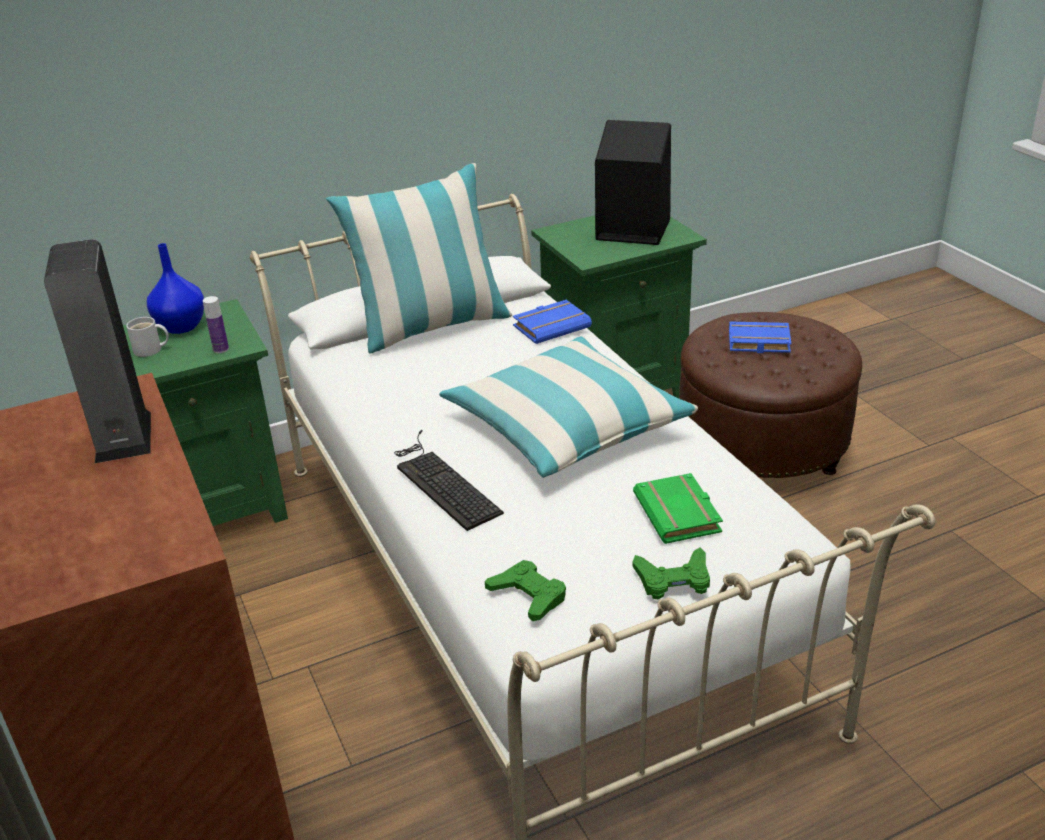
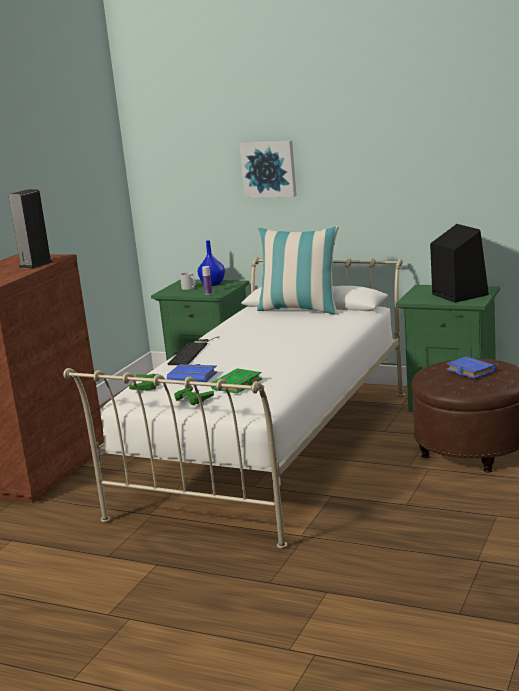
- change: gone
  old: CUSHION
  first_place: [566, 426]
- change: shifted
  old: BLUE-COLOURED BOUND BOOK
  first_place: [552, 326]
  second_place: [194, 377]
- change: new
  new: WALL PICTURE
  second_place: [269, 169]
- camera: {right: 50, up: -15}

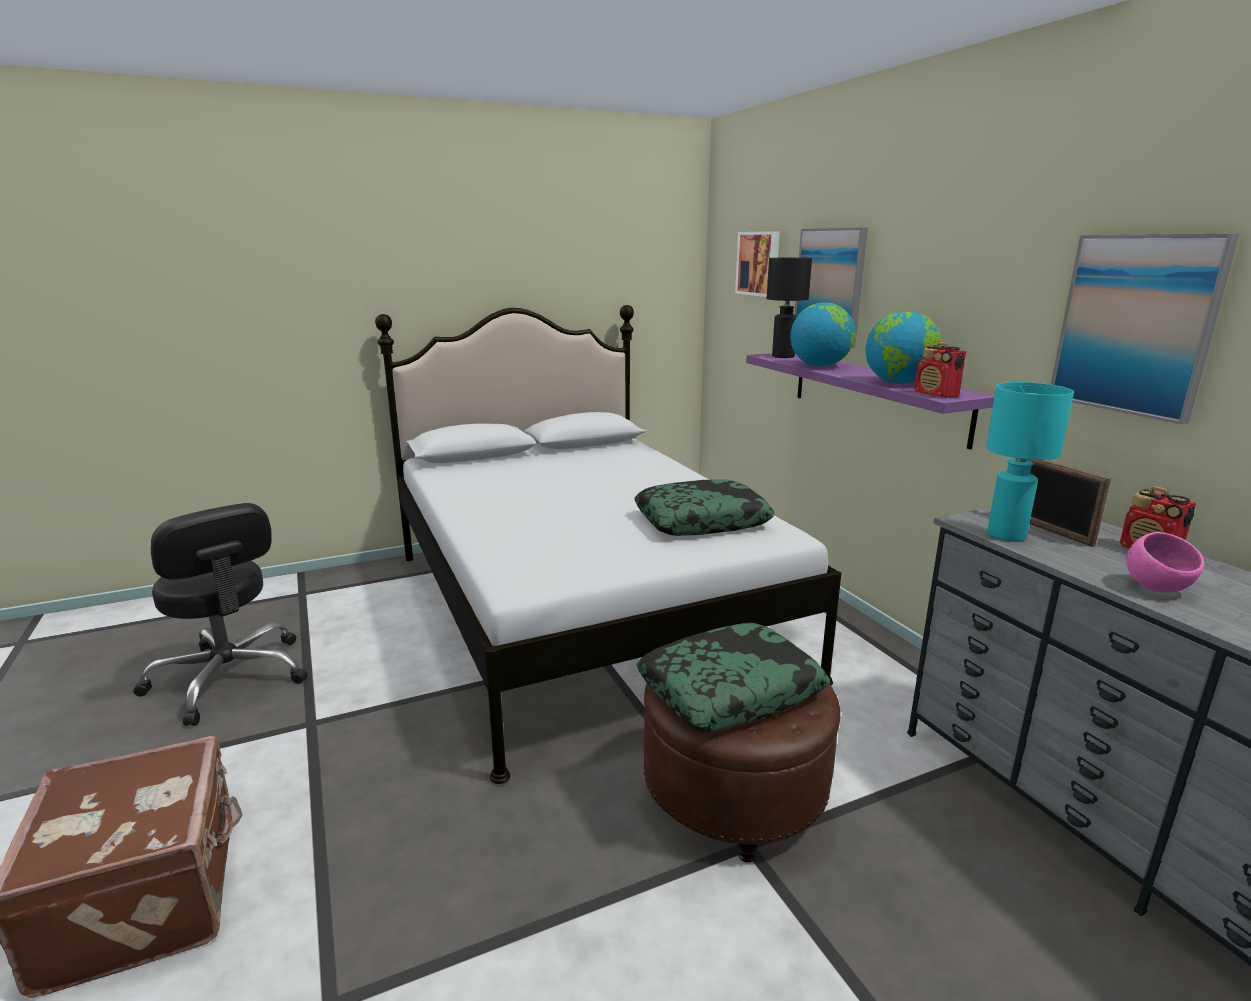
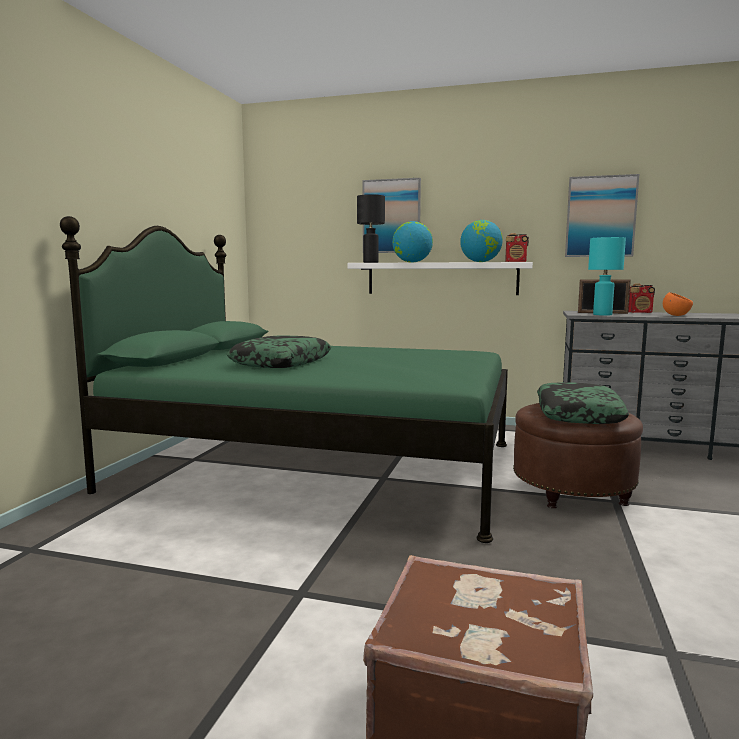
- change: gone
  old: BLACK DESK CHAIR
  first_place: [231, 681]
- change: repainted
  old: WHITE-COLOURED SLEEPING BED
  new: GREENISH SLEEPING BED
  first_place: [583, 611]
  second_place: [319, 466]
- change: shifted
  old: CUSHION
  first_place: [701, 520]
  second_place: [281, 363]
- change: gone
  old: WALL PICTURE
  first_place: [759, 263]
- change: repainted
  old: PURPLE-COLOURED BRACKET SHELF
  new: WHITE-COLOURED BRACKET SHELF
  first_place: [875, 395]
  second_place: [441, 278]
- change: repainted
  old: PINK DEEP DISH
  new: ORANGE DEEP DISH
  first_place: [1156, 588]
  second_place: [676, 315]
- camera: {right: -50, up: -10}

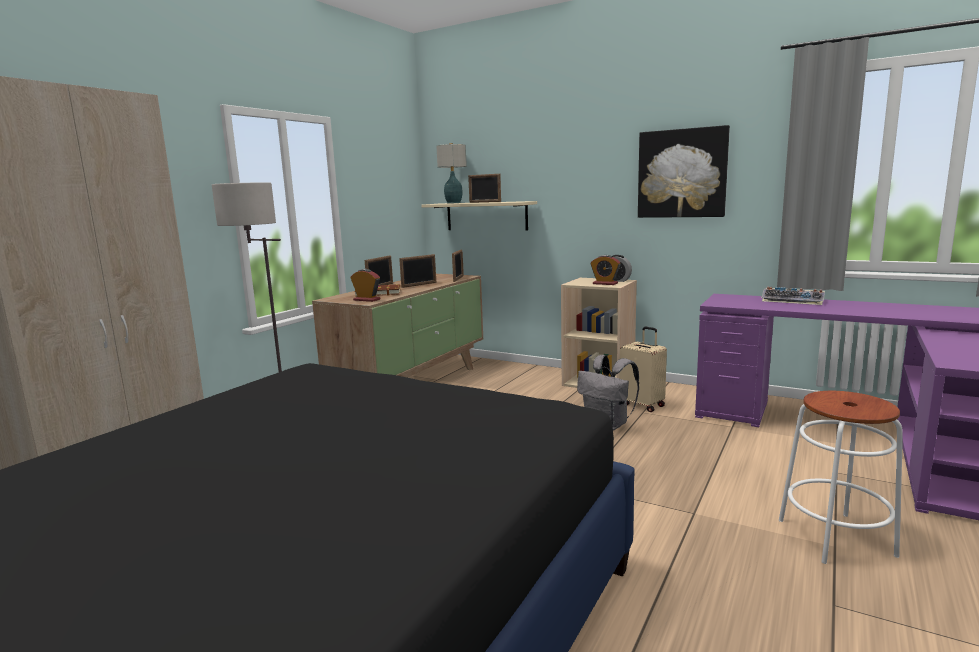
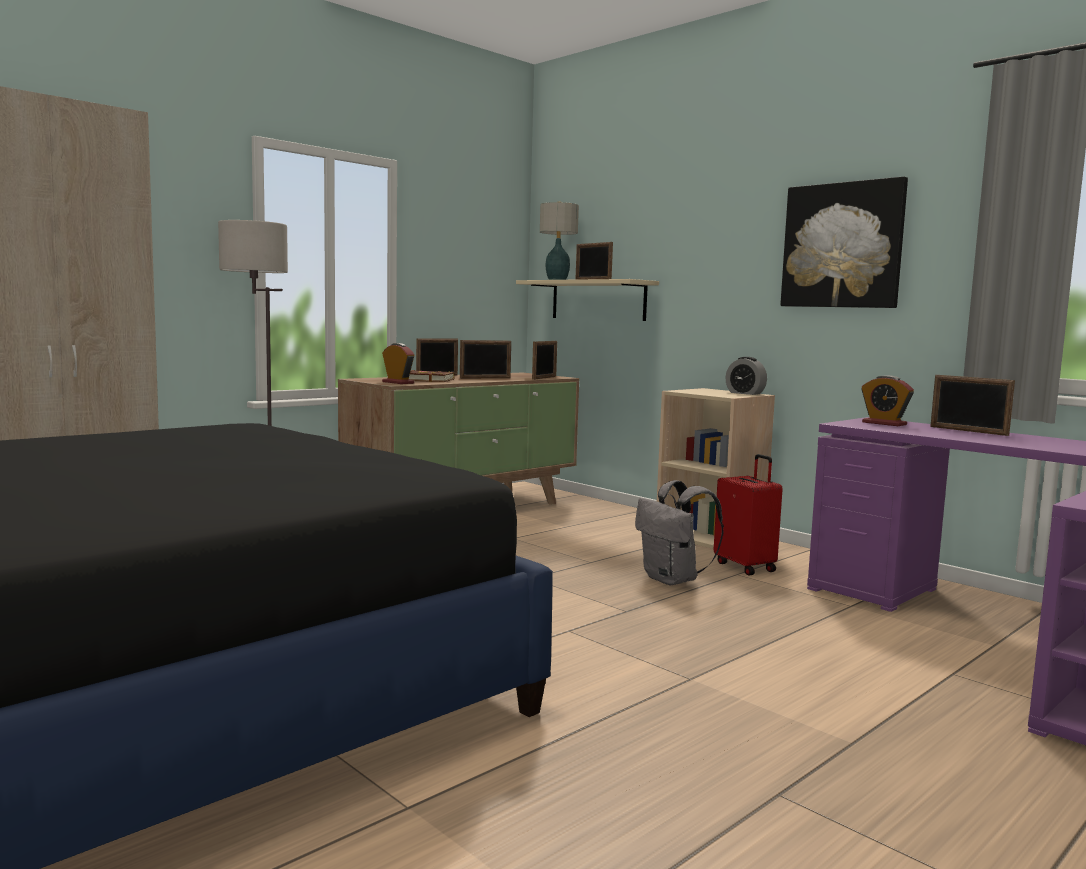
- change: shifted
  old: BEDSIDE CLOCK
  first_place: [605, 283]
  second_place: [884, 423]
- change: repainted
  old: BEIGE-COLOURED PIECE OF LUGGAGE
  new: RED-COLOURED PIECE OF LUGGAGE
  first_place: [643, 405]
  second_place: [746, 567]
- change: swapped
  old: COMPUTER KEYBOARD
  new: STANDING FRAME
  first_place: [793, 301]
  second_place: [968, 431]
- change: gone
  old: WHITE-COLOURED STOOL
  first_place: [835, 537]
- camera: {right: 15, up: -5}

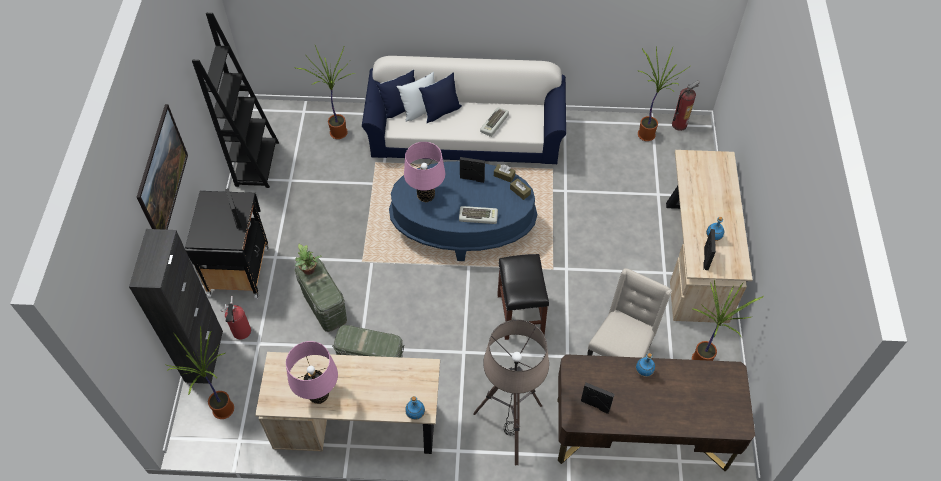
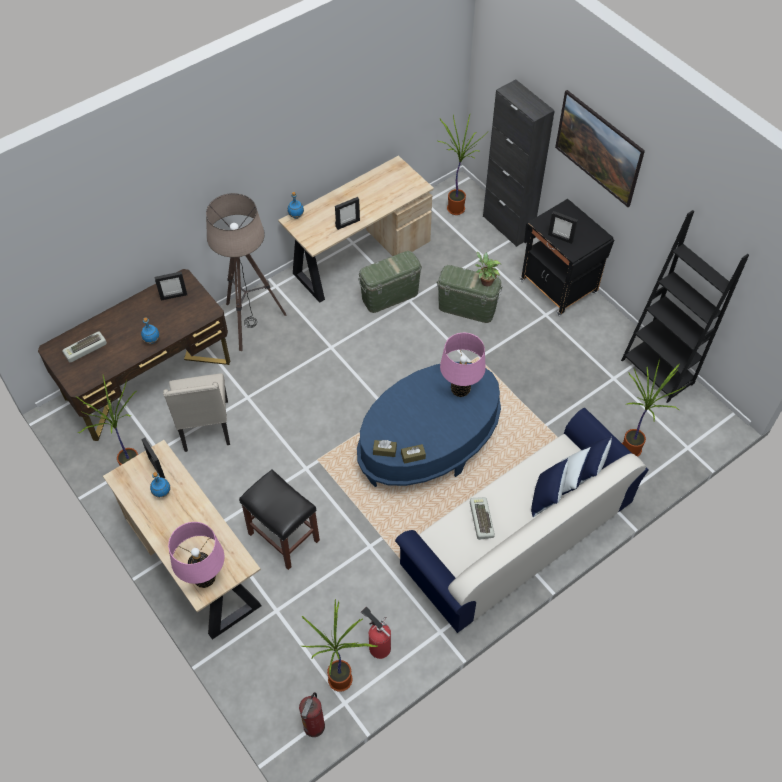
- change: shifted
  old: FIRE-FIGHTING CYLINDER
  first_place: [241, 333]
  second_place: [378, 646]
- change: shifted
  old: PINK LAMP FOR A TABLE
  first_place: [318, 394]
  second_place: [204, 578]
- change: shifted
  old: COMPUTER KEYBOARD
  first_place: [478, 216]
  second_place: [85, 349]
- change: shifted
  old: STANDING FRAME
  first_place: [472, 179]
  second_place: [347, 223]
- change: shifted
  old: BLACK STOOL
  first_place: [520, 314]
  second_place: [285, 537]
- camera: {right: 140, up: 0}

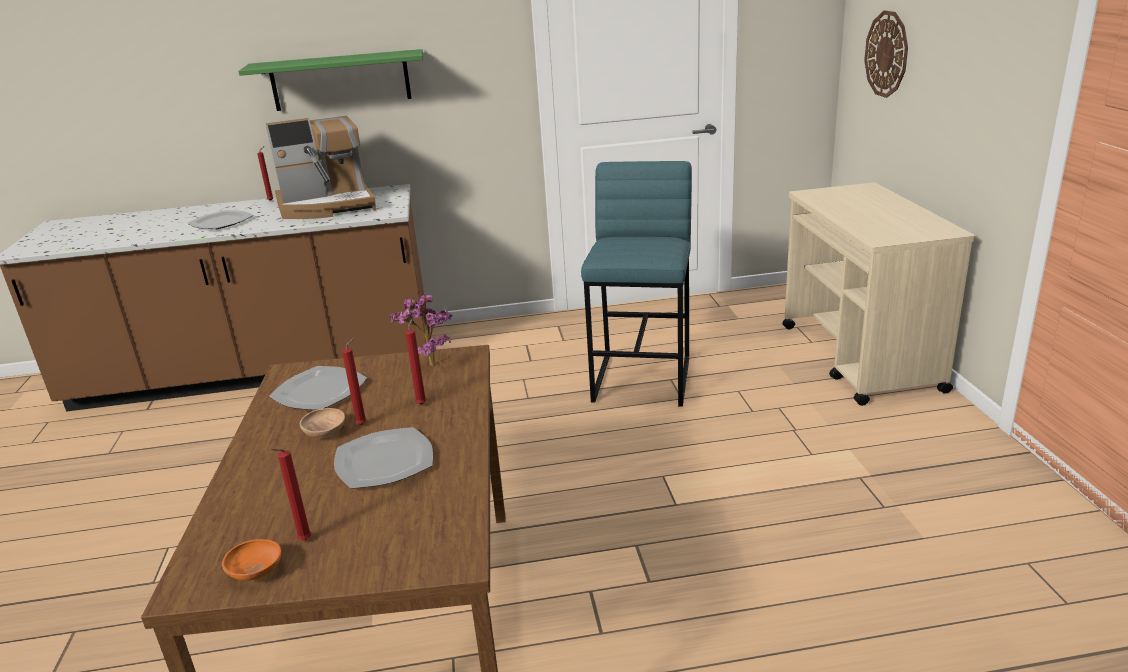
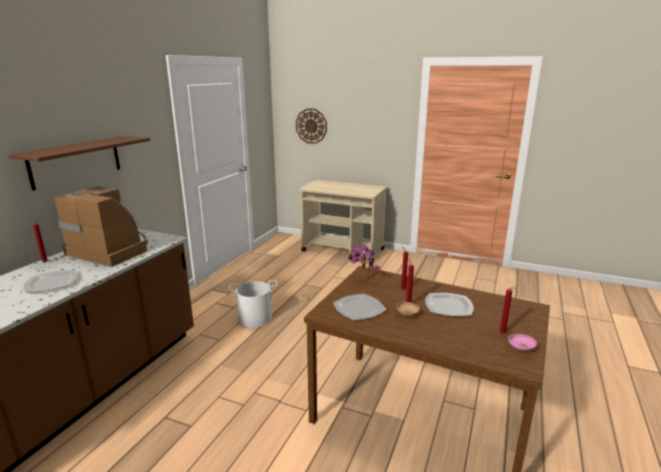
- change: repainted
  old: ORANGE DEEP DISH
  new: PINK DEEP DISH
  first_place: [256, 572]
  second_place: [521, 348]
- change: repainted
  old: GREENISH BRACKET SHELF
  new: BROWNISH BRACKET SHELF
  first_place: [340, 80]
  second_place: [76, 161]
- change: rotated
  old: COFFEE BREWER
  first_place: [328, 206]
  second_place: [111, 250]
  degrees: -75
- change: gone
  old: TURQUOISE-COLOURED STOOL
  first_place: [642, 378]
- change: new
  new: WHITE-COLOURED BUCKET
  second_place: [255, 318]
- camera: {right: -60, up: -5}

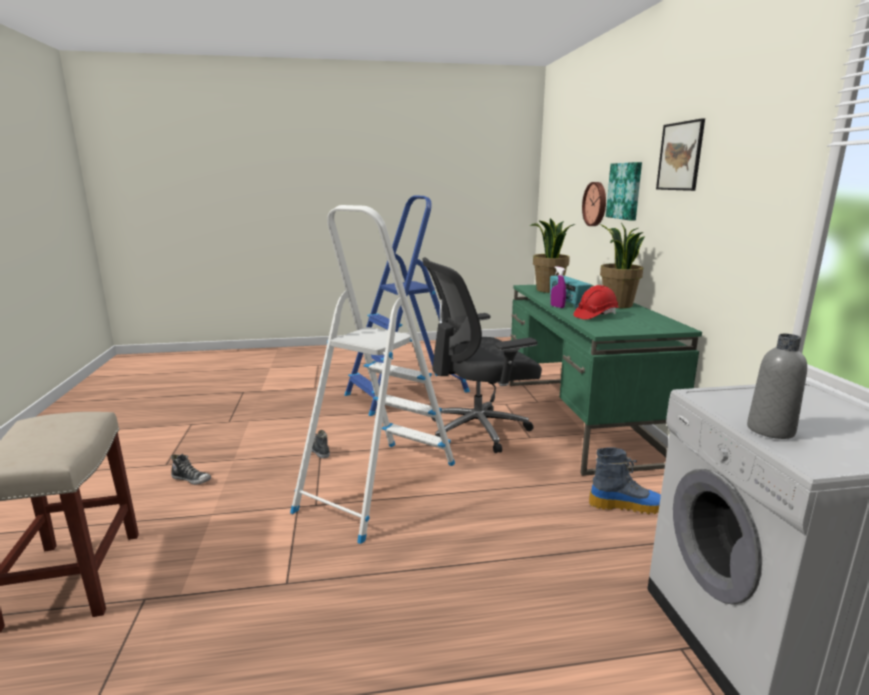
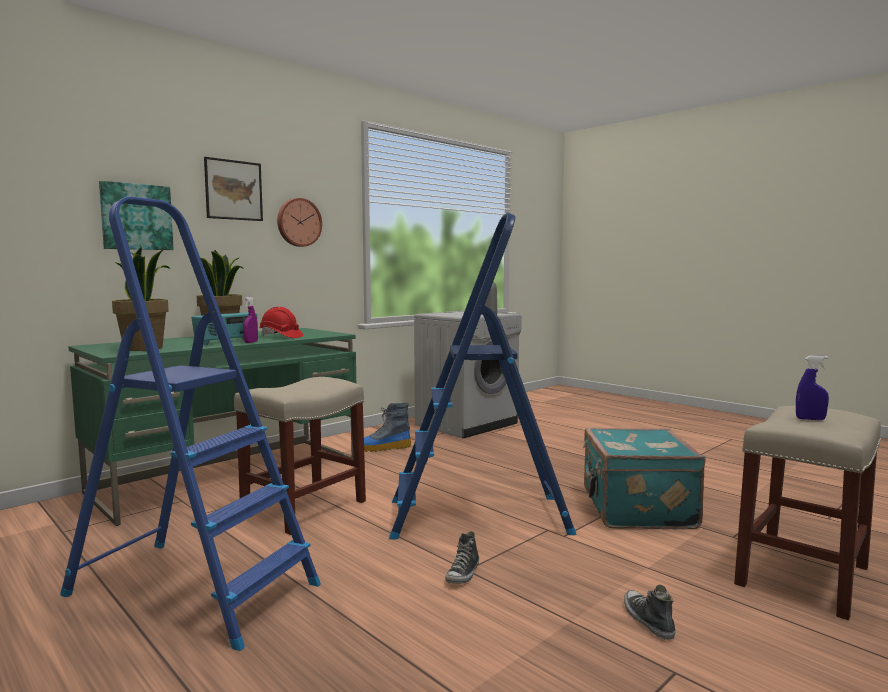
- change: repainted
  old: WHITE-COLOURED STEP LADDER
  new: BLUE-COLOURED STEP LADDER
  first_place: [380, 485]
  second_place: [476, 517]
- change: swapped
  old: DESK CHAIR
  new: BEIGE-COLOURED STOOL
  first_place: [478, 430]
  second_place: [303, 509]
- change: shifted
  old: WALL CLOCK
  first_place: [596, 204]
  second_place: [298, 222]
- change: rotated
  old: TALL BOOT
  first_place: [627, 505]
  second_place: [383, 448]
  degrees: -75
- change: new
  new: TURQUOISE-COLOURED PIECE OF LUGGAGE
  second_place: [635, 509]
- change: new
  new: BLUE-COLOURED SPRAYER
  second_place: [810, 419]
- camera: {right: -125, up: -10}

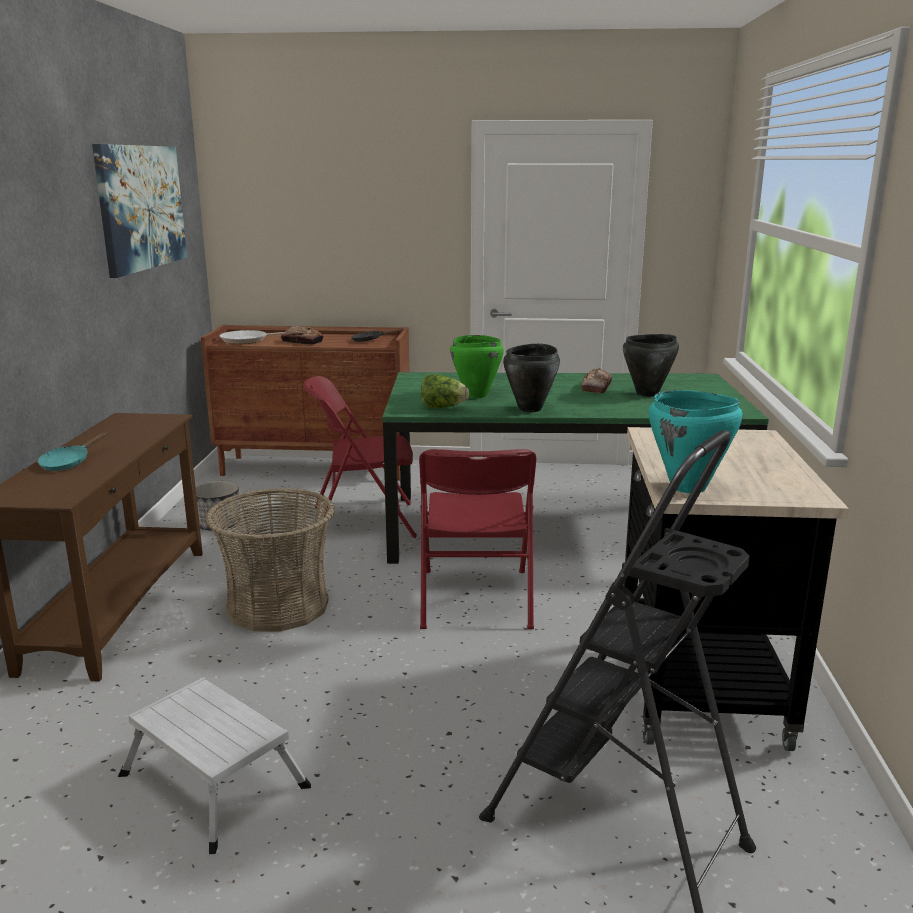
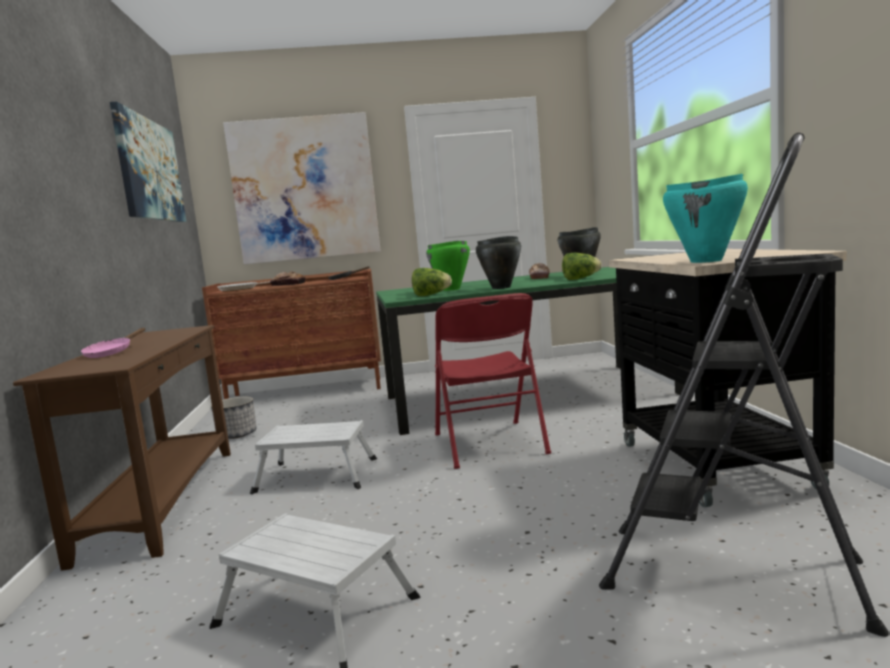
- change: repainted
  old: TURQUOISE-COLOURED FRYING PAN
  new: PINK FRYING PAN
  first_place: [69, 463]
  second_place: [111, 353]
- change: swapped
  old: BASKET
  new: WHITE-COLOURED STEP LADDER
  first_place: [278, 606]
  second_place: [317, 475]
- change: gone
  old: RED-COLOURED PLAIN CHAIR
  first_place: [363, 522]
- change: new
  new: WALL PICTURE
  second_place: [305, 189]
- change: new
  new: LETTUCE HEAD
  second_place: [580, 279]
- camera: {right: -10, up: -10}

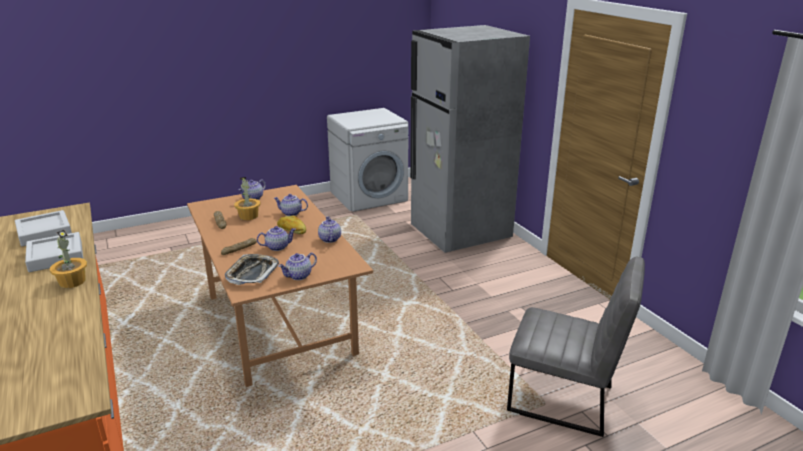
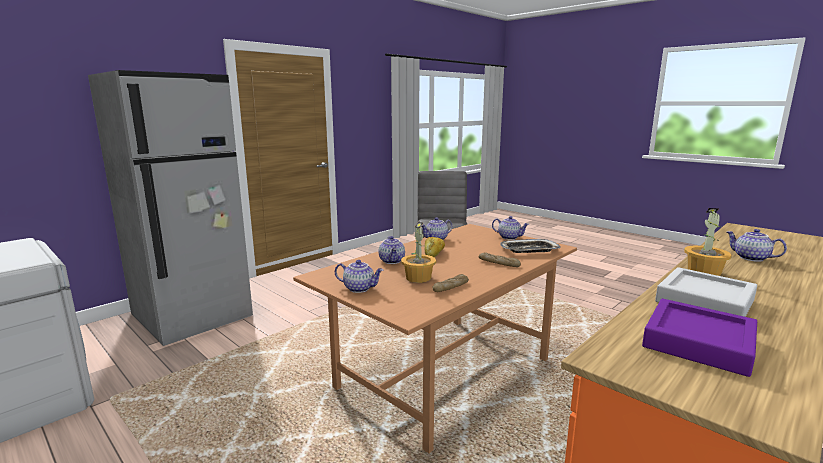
- change: repainted
  old: GRAY TRAY
  new: PURPLE-COLOURED TRAY
  first_place: [44, 232]
  second_place: [698, 342]
- change: shifted
  old: TEA POT
  first_place: [277, 247]
  second_place: [750, 258]
- camera: {right: -110, up: -10}

